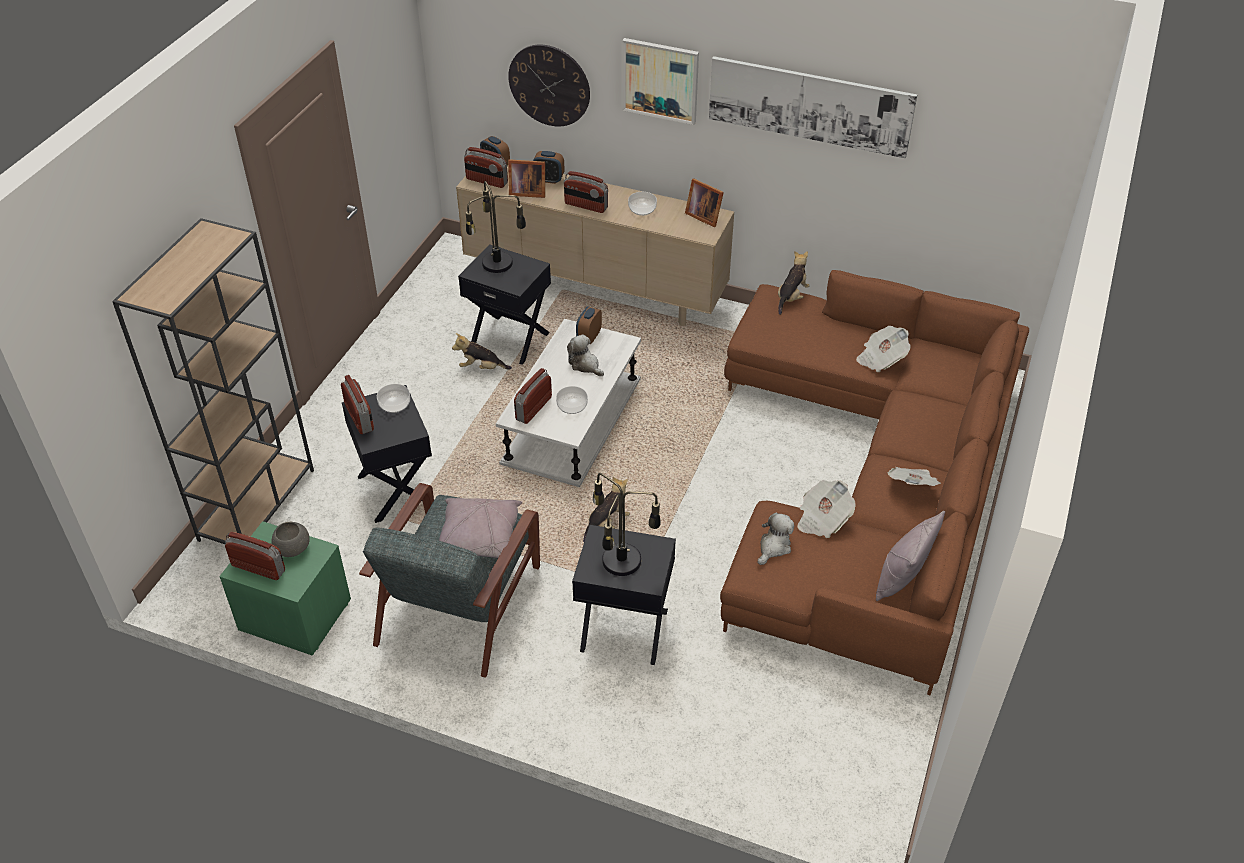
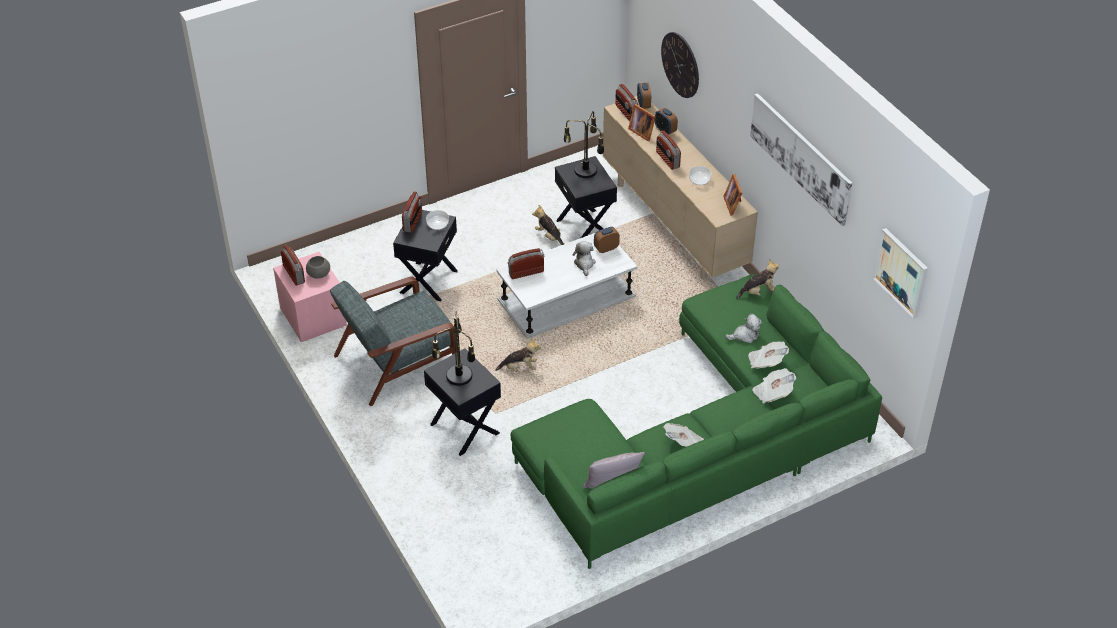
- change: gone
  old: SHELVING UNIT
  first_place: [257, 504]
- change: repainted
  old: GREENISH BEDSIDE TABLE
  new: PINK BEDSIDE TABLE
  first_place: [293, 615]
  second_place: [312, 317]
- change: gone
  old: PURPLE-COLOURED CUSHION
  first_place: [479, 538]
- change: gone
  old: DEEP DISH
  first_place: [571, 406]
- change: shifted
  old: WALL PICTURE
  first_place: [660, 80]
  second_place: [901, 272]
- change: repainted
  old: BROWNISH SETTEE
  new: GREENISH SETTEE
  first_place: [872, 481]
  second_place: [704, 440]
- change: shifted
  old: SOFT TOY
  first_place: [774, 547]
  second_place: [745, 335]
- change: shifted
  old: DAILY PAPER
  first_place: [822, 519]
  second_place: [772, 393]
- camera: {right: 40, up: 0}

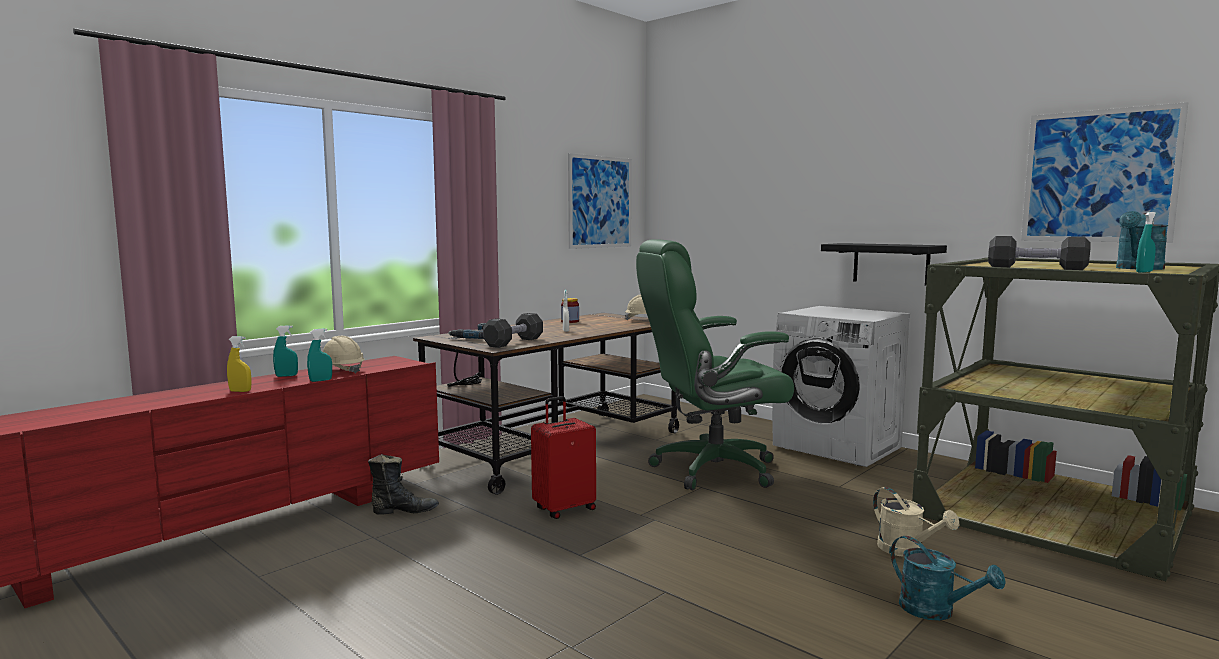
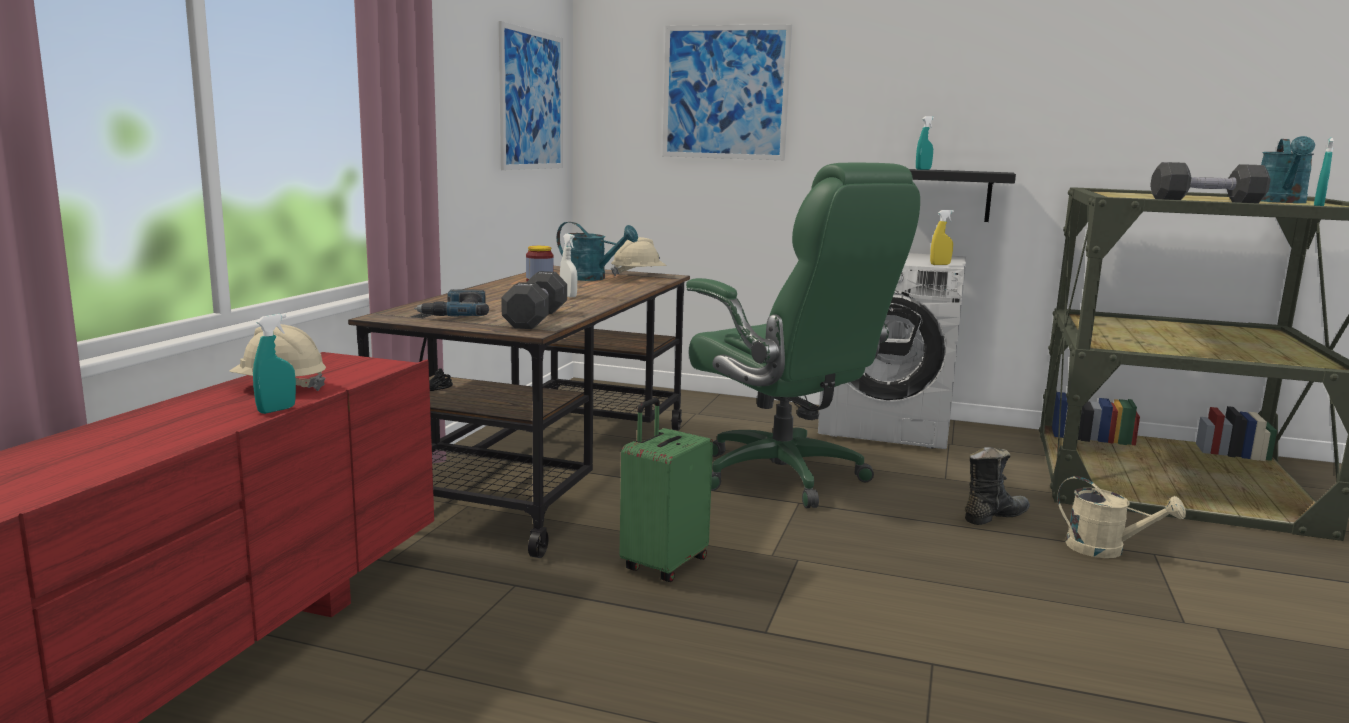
- change: shifted
  old: YELLOW-COLOURED SPRAYER
  first_place: [240, 391]
  second_place: [940, 264]
- change: shifted
  old: TURQUOISE-COLOURED SPRAYER
  first_place: [286, 376]
  second_place: [923, 169]
- change: shifted
  old: BLACK TALL BOOT
  first_place: [404, 511]
  second_place: [994, 516]
- change: repainted
  old: RED-COLOURED PIECE OF LUGGAGE
  new: GREENISH PIECE OF LUGGAGE
  first_place: [564, 509]
  second_place: [663, 564]
- change: rotated
  old: GREENISH DESK CHAIR
  first_place: [712, 470]
  second_place: [783, 477]
  degrees: -90
- change: shifted
  old: TURQUOISE-COLOURED WATERING CAN
  first_place: [936, 611]
  second_place: [592, 278]
- change: shifted
  old: WALL PICTURE
  first_place: [1099, 176]
  second_place: [725, 92]
- camera: {right: -25, up: 5}

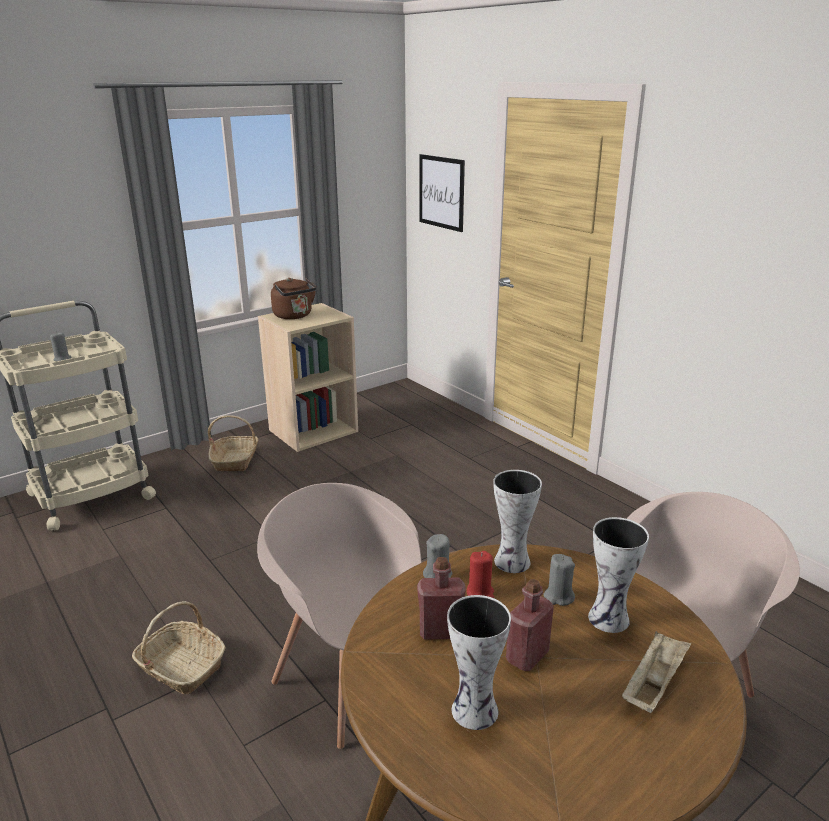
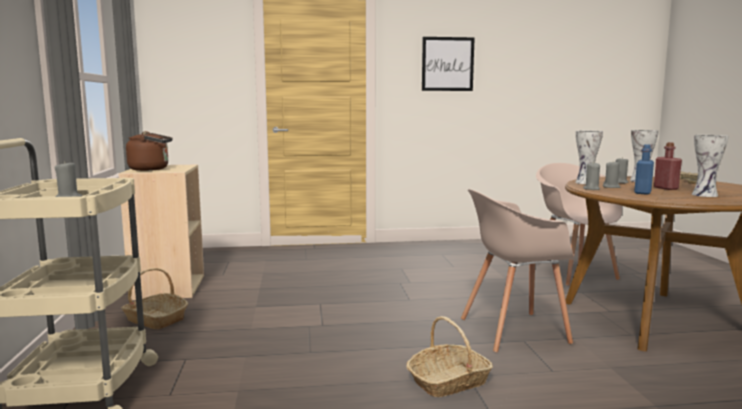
- change: repainted
  old: RED-COLOURED BEVERAGE BOTTLE
  new: BLUE-COLOURED BEVERAGE BOTTLE
  first_place: [440, 632]
  second_place: [642, 192]
- change: shifted
  old: WALL PICTURE
  first_place: [441, 192]
  second_place: [447, 64]
- change: repainted
  old: RED-COLOURED WAX LIGHT
  new: GRAY WAX LIGHT
  first_place: [480, 593]
  second_place: [611, 187]
- camera: {right: -60, up: -15}

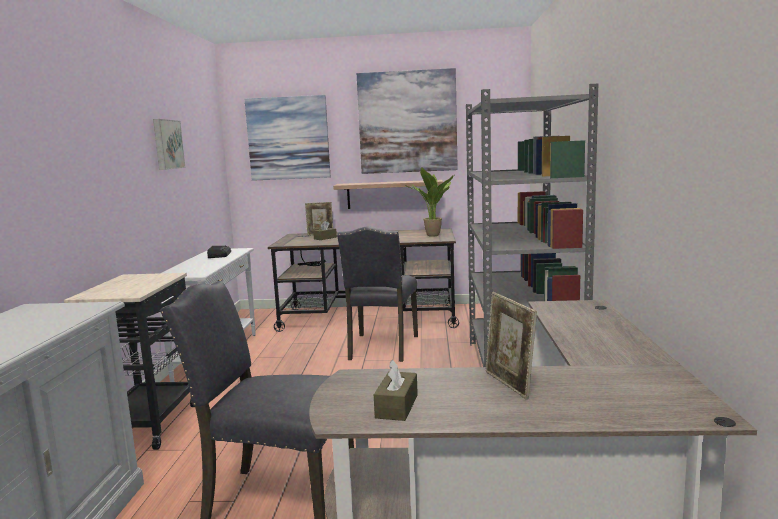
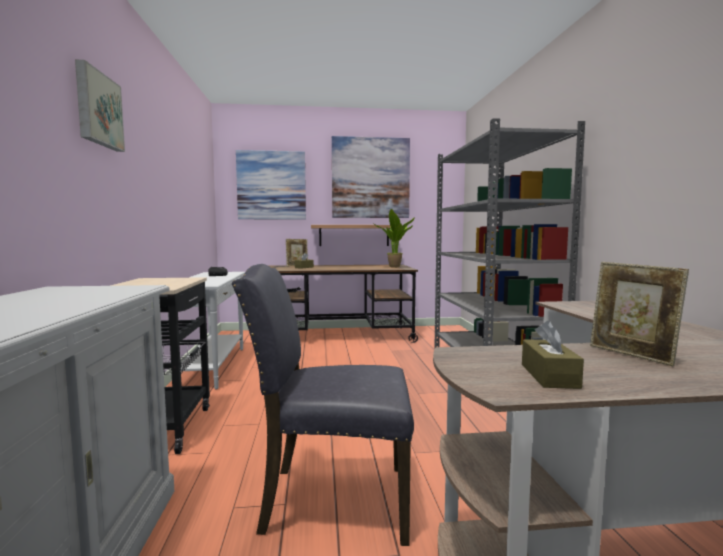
- change: shifted
  old: WALL PICTURE
  first_place: [167, 144]
  second_place: [97, 109]
- change: gone
  old: GRAY PLAIN CHAIR
  first_place: [381, 348]
- camera: {right: -10, up: -5}

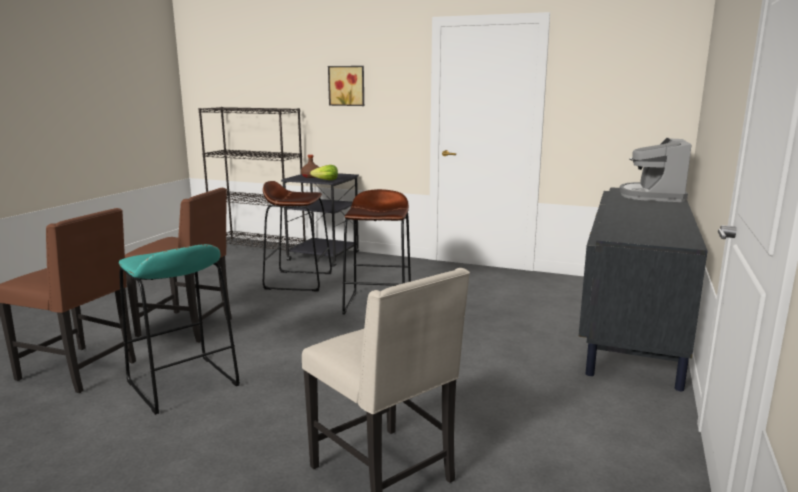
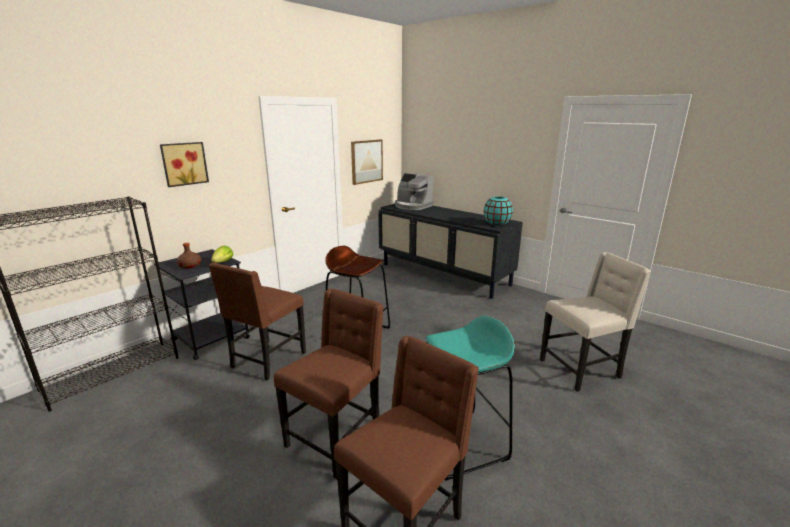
- change: swapped
  old: BROWNISH STOOL
  new: BROWNISH PLAIN CHAIR
  first_place: [298, 281]
  second_place: [267, 361]
- change: new
  new: WALL PICTURE
  second_place: [366, 161]
- change: new
  new: TURQUOISE-COLOURED VASE
  second_place: [496, 224]
- camera: {right: -70, up: 5}

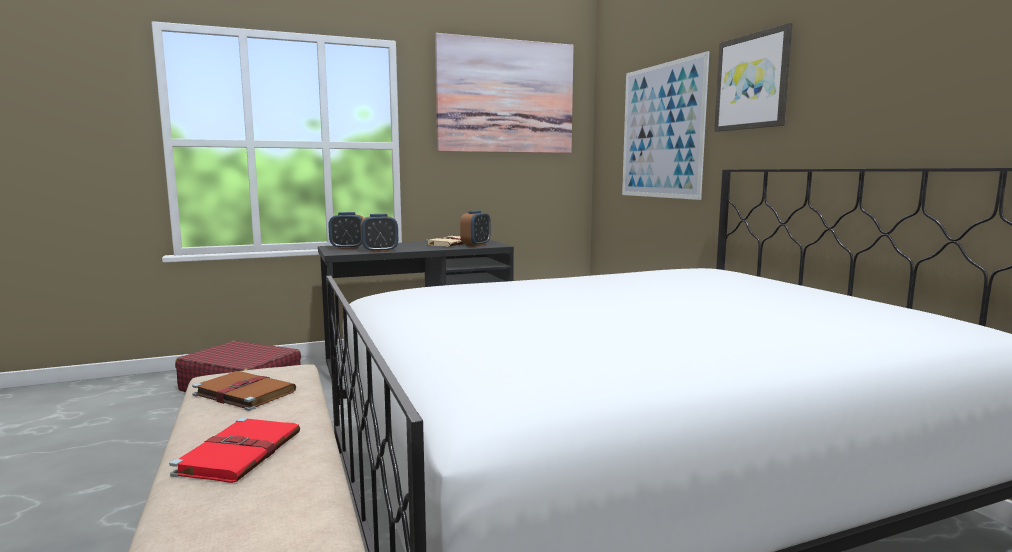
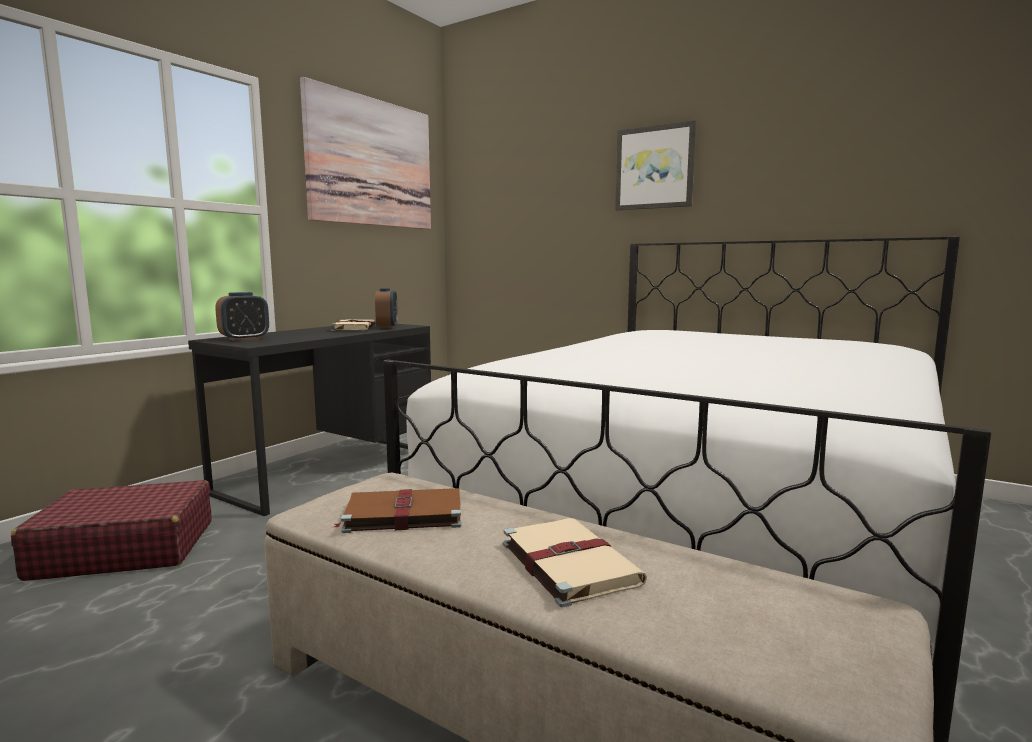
- change: repainted
  old: RED-COLOURED BOUND BOOK
  new: BEIGE-COLOURED BOUND BOOK
  first_place: [241, 452]
  second_place: [567, 562]
- change: gone
  old: BEDSIDE CLOCK
  first_place: [380, 251]
- change: gone
  old: WALL PICTURE
  first_place: [661, 131]
- camera: {right: -35, up: 0}

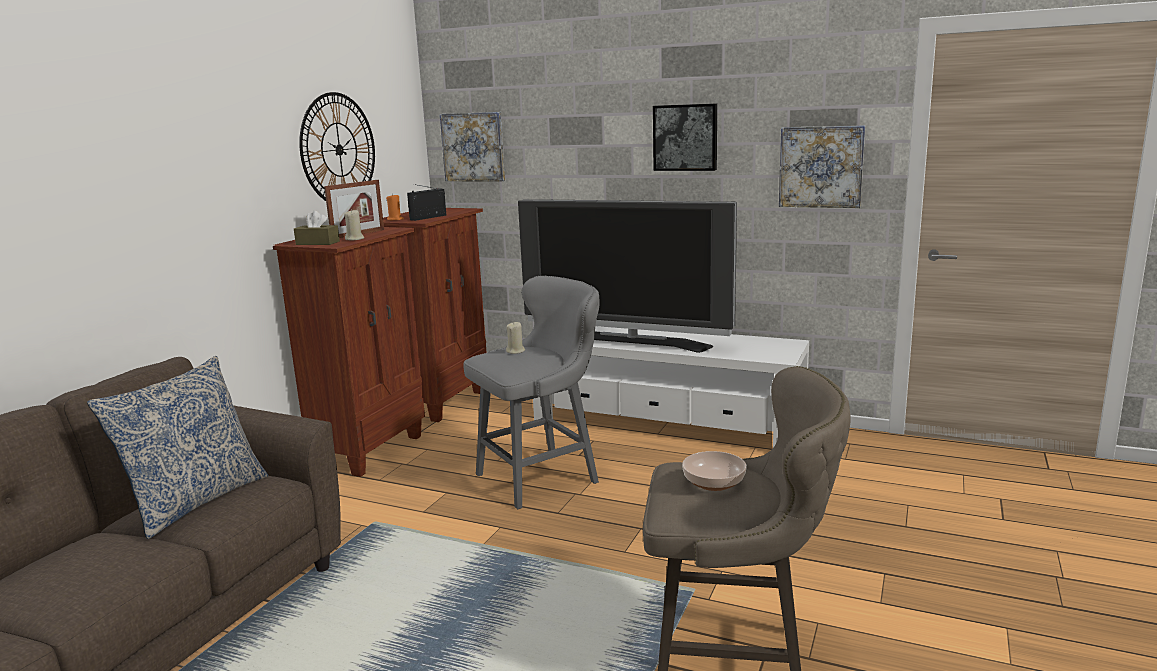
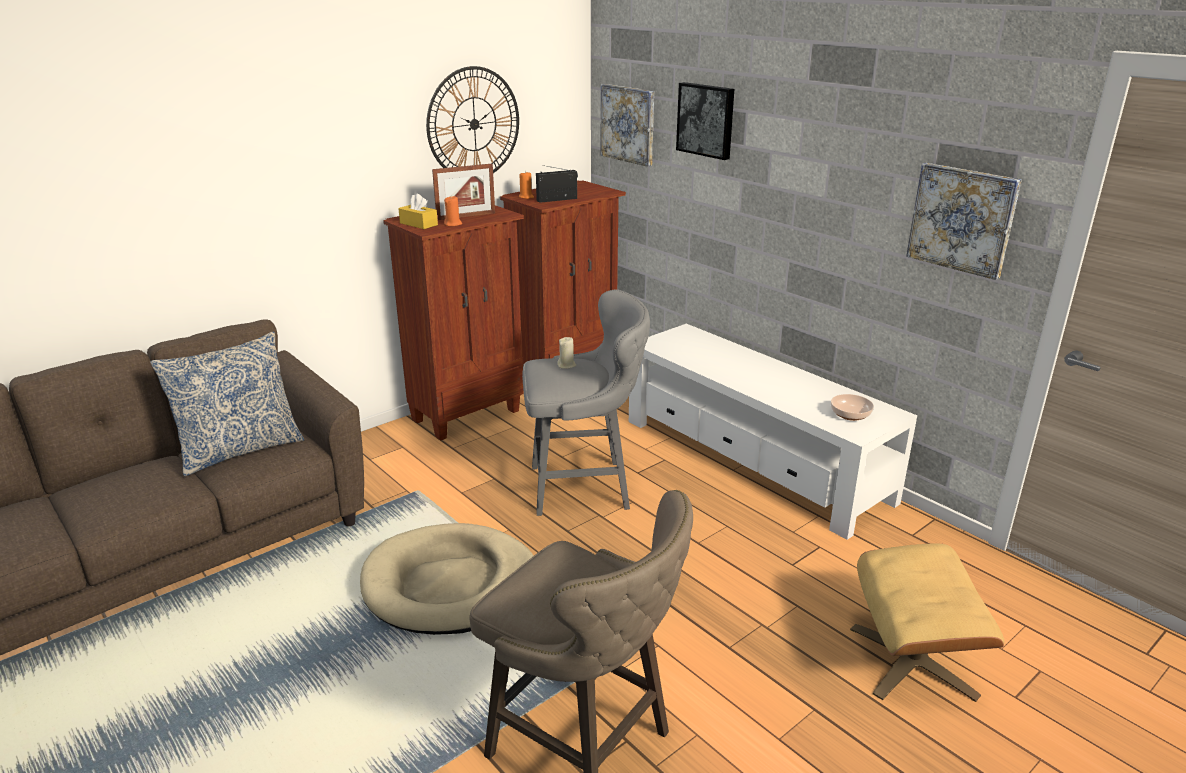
- change: repainted
  old: BROWNISH TISSUE BOX
  new: YELLOW-COLOURED TISSUE BOX
  first_place: [317, 243]
  second_place: [418, 224]
- change: repainted
  old: BEIGE-COLOURED WAX LIGHT
  new: ORANGE WAX LIGHT
  first_place: [355, 239]
  second_place: [453, 224]
- change: gone
  old: TV SET
  first_place: [630, 342]
- change: shifted
  old: WALL PICTURE
  first_place: [685, 137]
  second_place: [706, 120]
- change: shifted
  old: DEEP DISH
  first_place: [713, 482]
  second_place: [850, 414]
- change: new
  new: BEIGE-COLOURED DOG CUSHION
  second_place: [450, 584]
- change: new
  new: BEIGE-COLOURED OTTOMAN
  second_place: [913, 661]
- camera: {right: 25, up: 10}

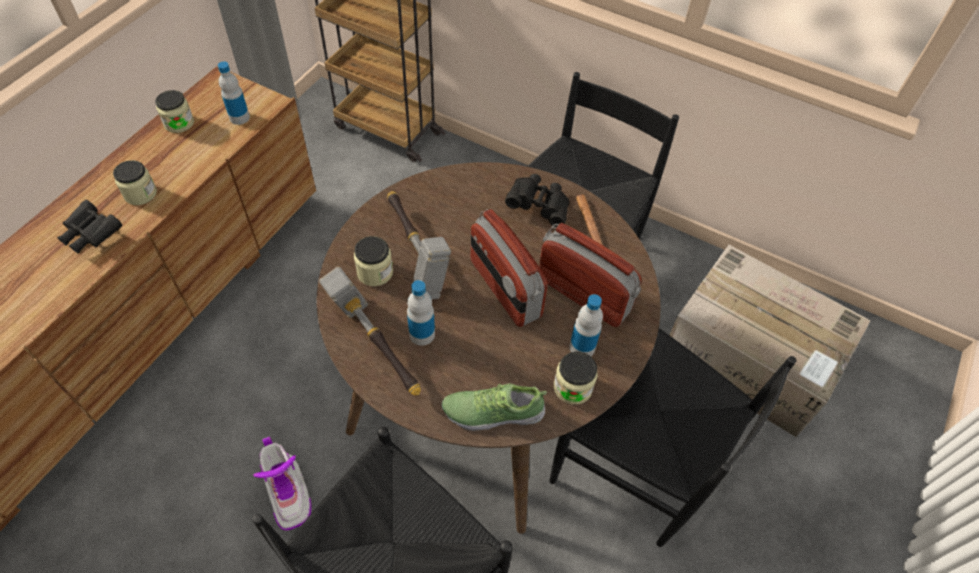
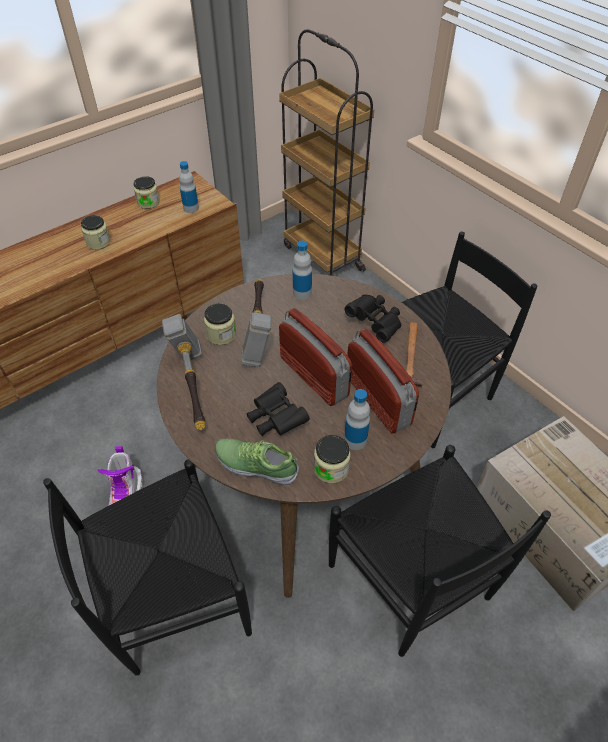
- change: shifted
  old: BLACK BINOCULARS
  first_place: [92, 235]
  second_place: [275, 418]
- change: shifted
  old: BEVERAGE BOTTLE
  first_place: [422, 334]
  second_place: [302, 293]
- change: rotated
  old: RADIO SET
  first_place: [504, 289]
  second_place: [314, 376]
  degrees: 150
- camera: {right: 25, up: -5}

